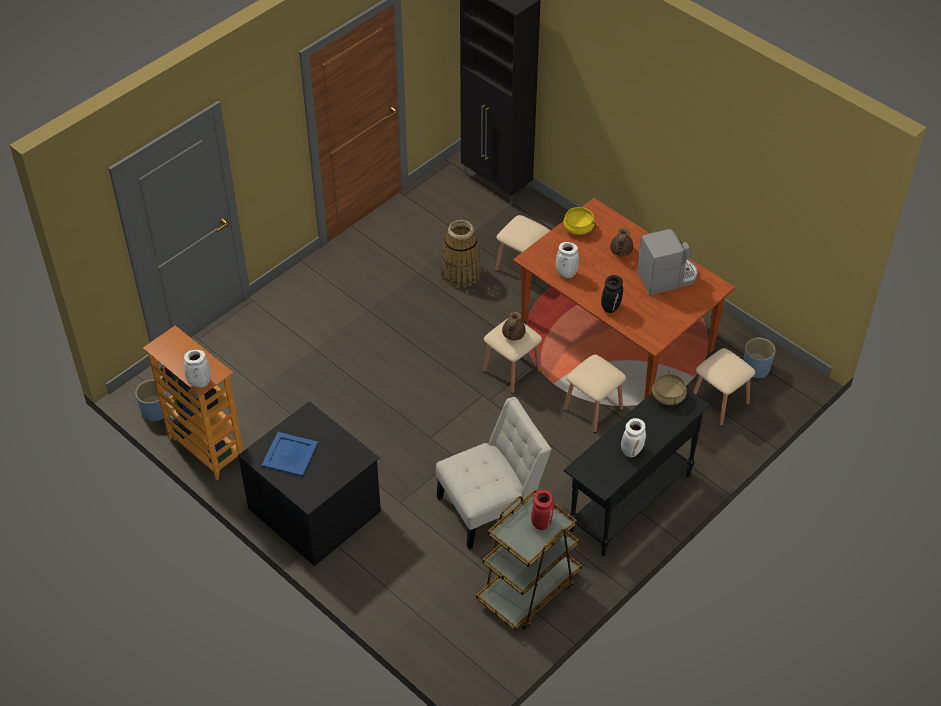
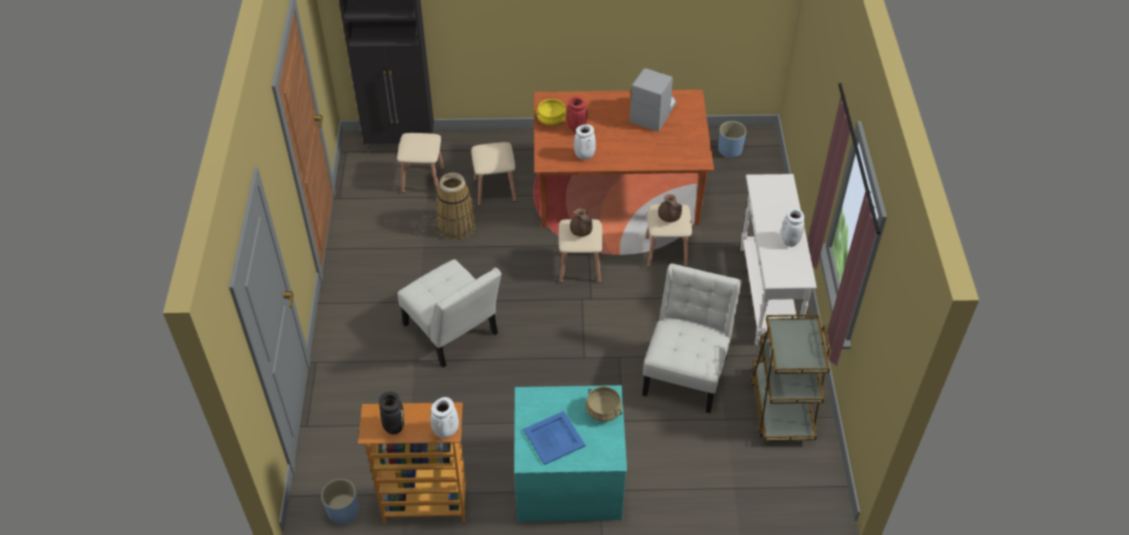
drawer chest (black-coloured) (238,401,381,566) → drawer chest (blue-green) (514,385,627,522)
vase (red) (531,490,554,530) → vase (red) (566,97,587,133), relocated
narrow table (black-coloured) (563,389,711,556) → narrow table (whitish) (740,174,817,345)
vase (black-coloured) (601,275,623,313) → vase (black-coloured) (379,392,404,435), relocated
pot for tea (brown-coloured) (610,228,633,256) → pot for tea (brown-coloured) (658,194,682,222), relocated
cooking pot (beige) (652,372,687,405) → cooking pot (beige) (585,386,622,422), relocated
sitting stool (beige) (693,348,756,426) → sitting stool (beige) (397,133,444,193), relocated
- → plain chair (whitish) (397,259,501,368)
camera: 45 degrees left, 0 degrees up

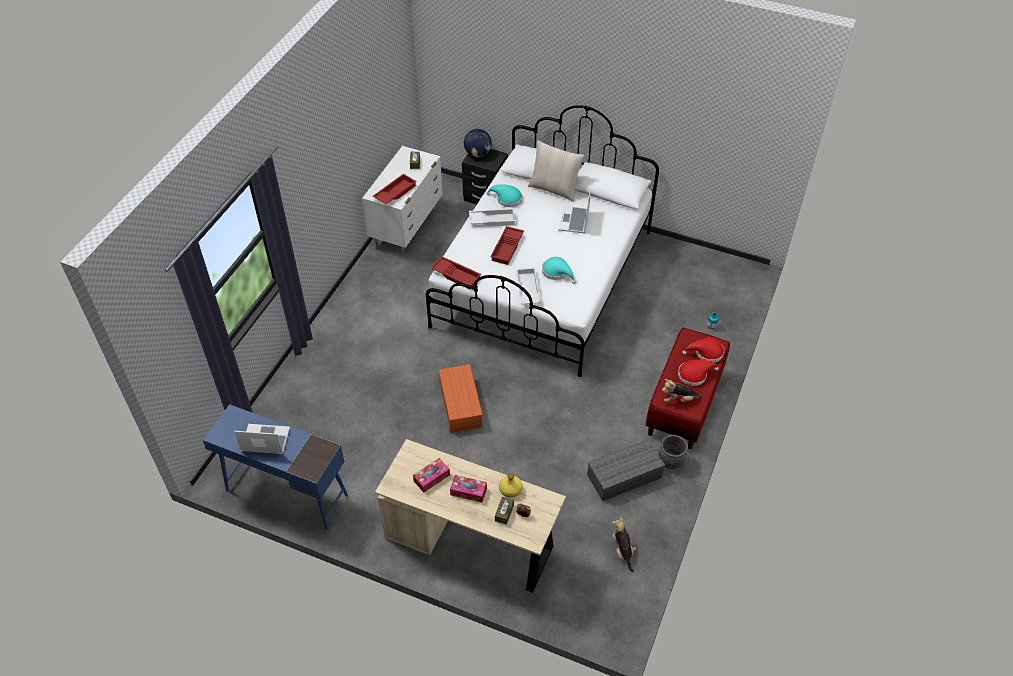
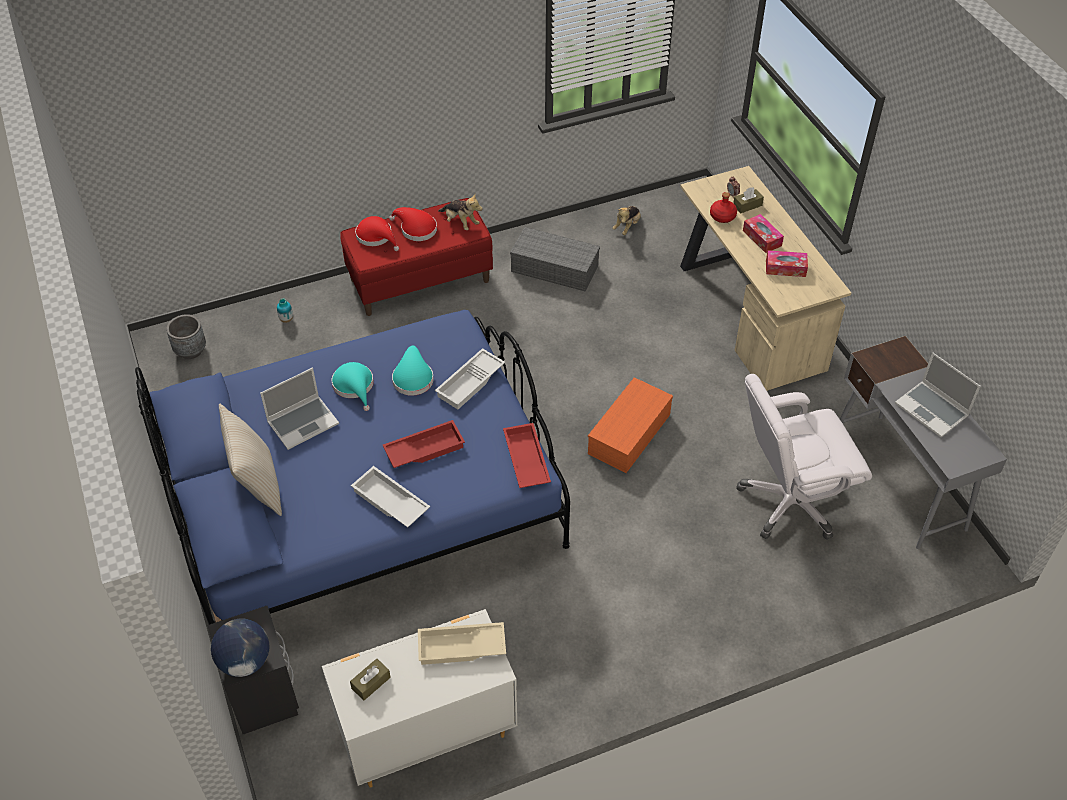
desk table (blue) (203,404,348,530) → desk table (greyish) (840,336,1007,549)
carrying tray (red) (373,174,417,204) → carrying tray (beige) (418,622,506,665)
bed (whitish) (426,105,659,377) → bed (blue) (135,310,570,625)
hat (blue-green) (486,184,522,207) → hat (blue-green) (332,362,374,411), relocated
beverage bottle (yellowish) (499,473,523,497) → beverage bottle (red) (710,192,737,223)
plant pot (greyish) (659,435,688,469) → plant pot (greyish) (166,314,206,359), relocated
- → computer chair (whitish) (736,374,872,540)
camera: 135 degrees left, 0 degrees up

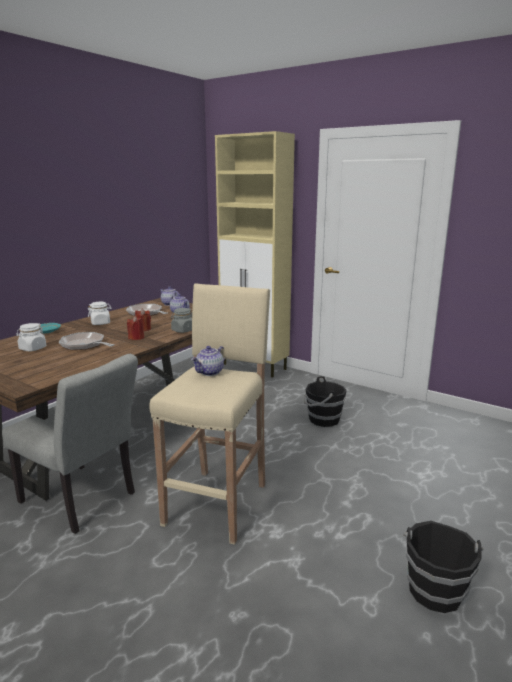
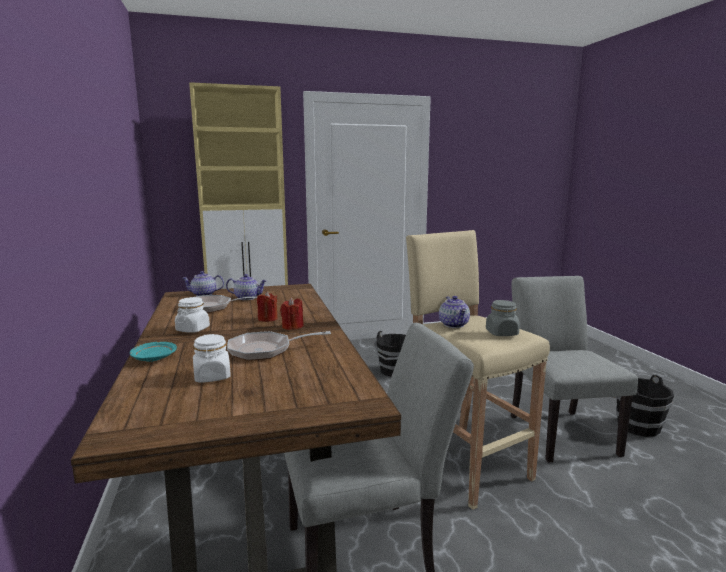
jar (greyish) (171,308,192,333) → jar (greyish) (486,300,520,336), relocated
- → plain chair (greyish) (511,276,638,462)
camera: 50 degrees left, 5 degrees down

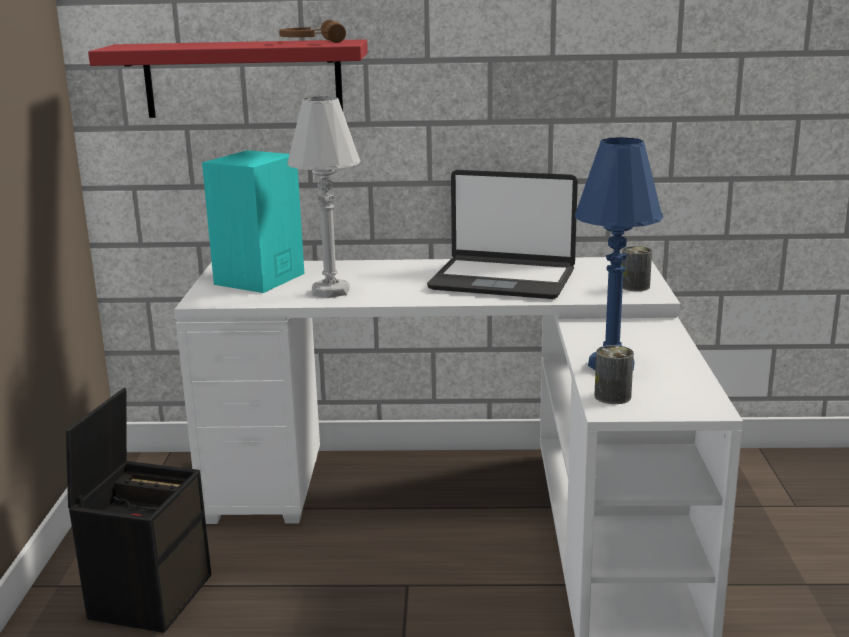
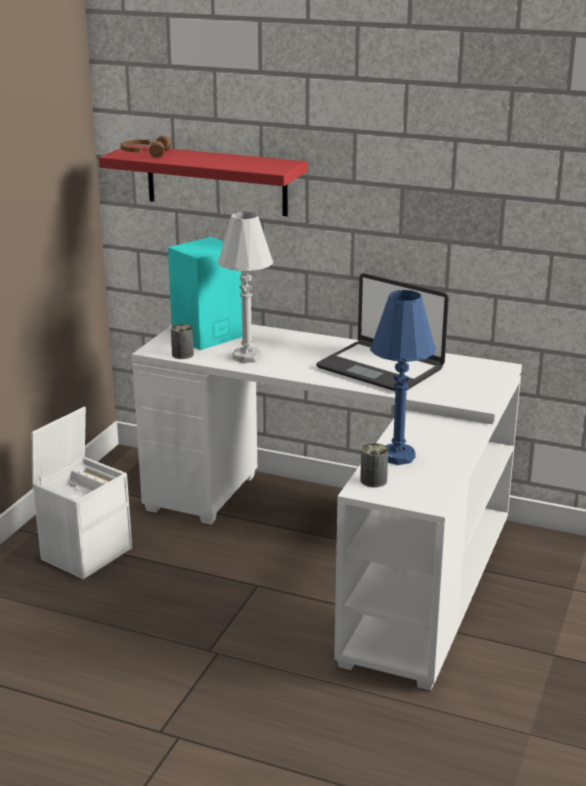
storage box (black-coloured) (66,388,211,633) → storage box (whitish) (32,407,132,579)
headphones (brown-coloured) (279,20,346,43) → headphones (brown-coloured) (120,136,171,158), relocated
metal can (622,246,652,291) → metal can (171,324,194,359), relocated
camera: 20 degrees right, 5 degrees up

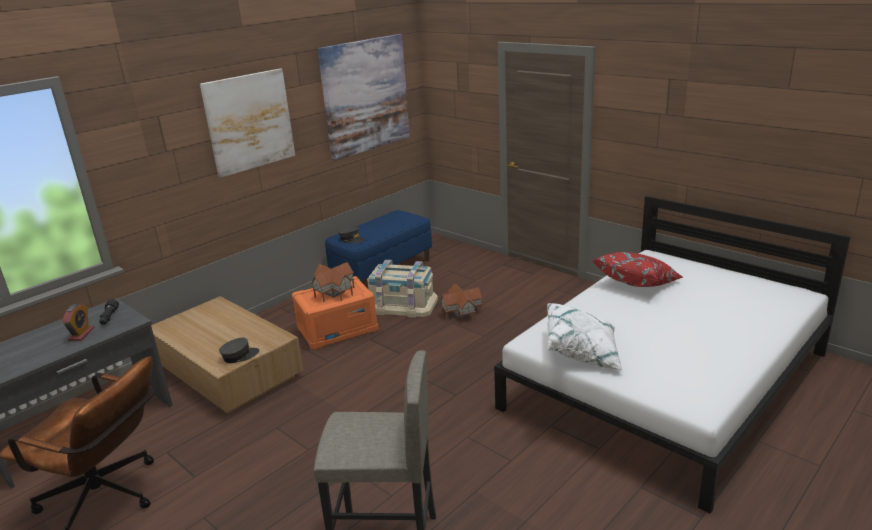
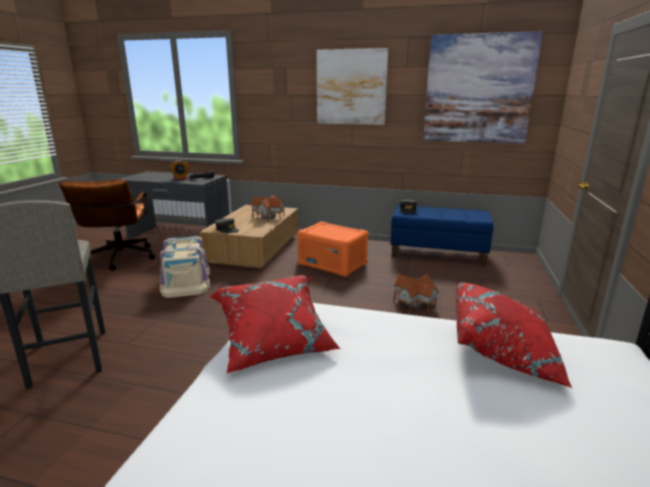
model house (311,262,354,302) → model house (251,194,285,222), relocated
storage box (beige) (367,260,438,318) → storage box (beige) (160,236,210,298), relocated
cushion (whitish) (547,303,623,371) → cushion (red) (209,275,341,373)
camera: 60 degrees right, 5 degrees down

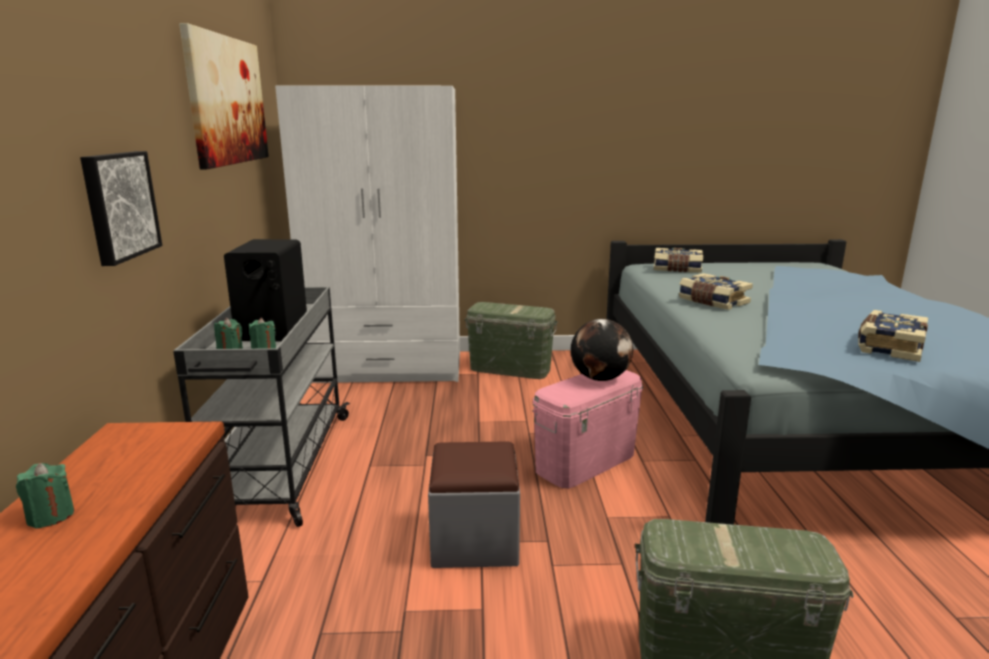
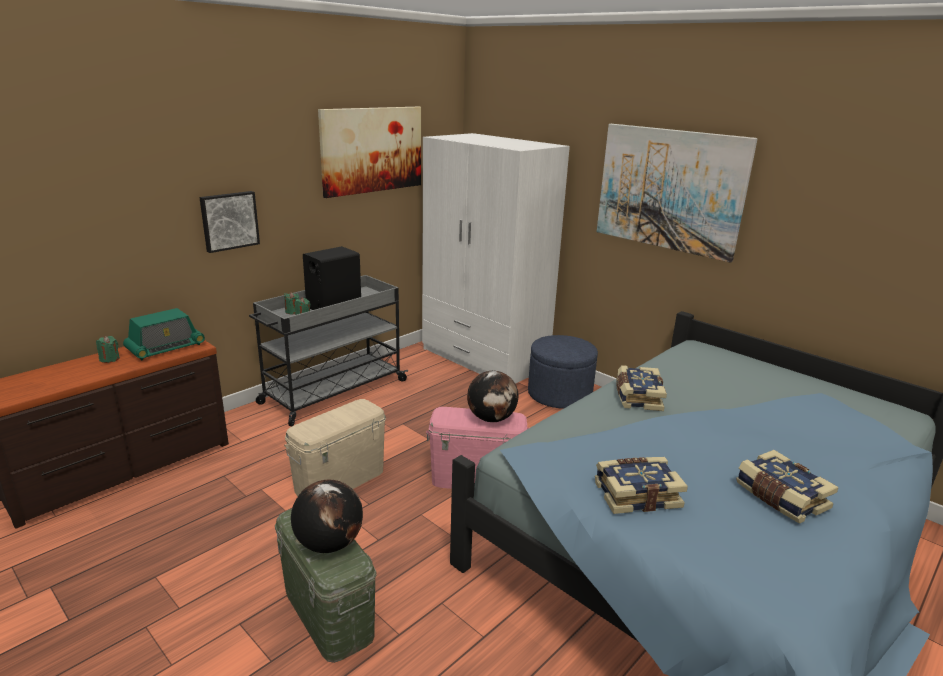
ottoman (greyish) (428,441,520,568) → storage box (beige) (284,399,386,496)
storage box (green-coloured) (465,302,557,379) → ottoman (blue) (528,335,598,409)
volume (654,248,703,273) → volume (736,450,839,524), relocated
- → radio receiver (123,308,205,360)
- → globe (291,480,363,553)
- → wall art (597,124,758,263)
camera: 45 degrees right, 5 degrees up

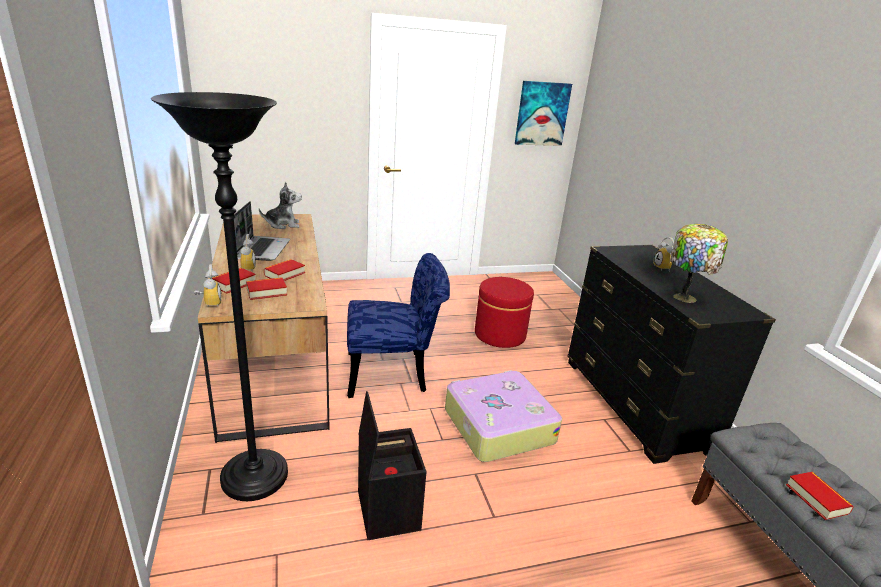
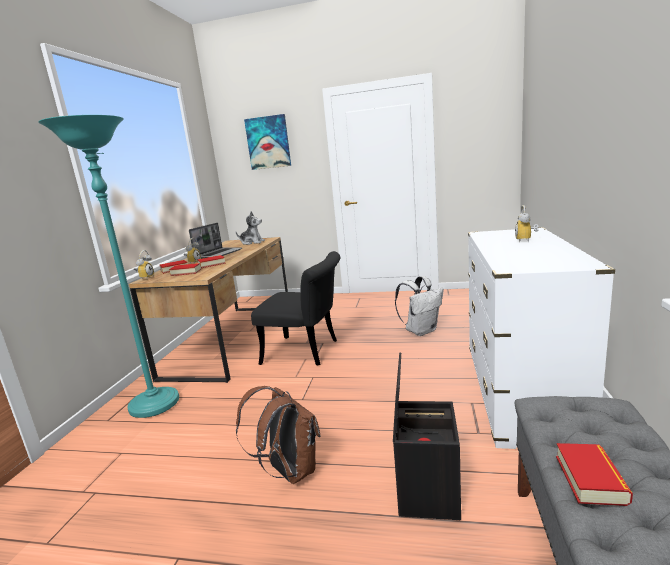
standard lamp (black-coloured) (151,92,288,501) → standard lamp (blue-green) (38,115,179,418)
plain chair (blue) (347,253,450,398) → plain chair (black-coloured) (251,251,340,366)
storage box (black-coloured) (358,391,427,540) → storage box (black-coloured) (393,353,461,520), relocated
piece of luggage (445,370,562,462) → -
ottoman (red) (475,277,534,348) → knapsack (whitish) (395,276,443,336)
wall art (515,81,572,146) → wall art (244,114,291,170), relocated
drawer chest (black-coloured) (567,245,776,464) → drawer chest (whitish) (468,227,615,449)
table lamp (670,224,728,303) → -
- → knapsack (brown-coloured) (236,386,321,484)
camera: 30 degrees right, 10 degrees down

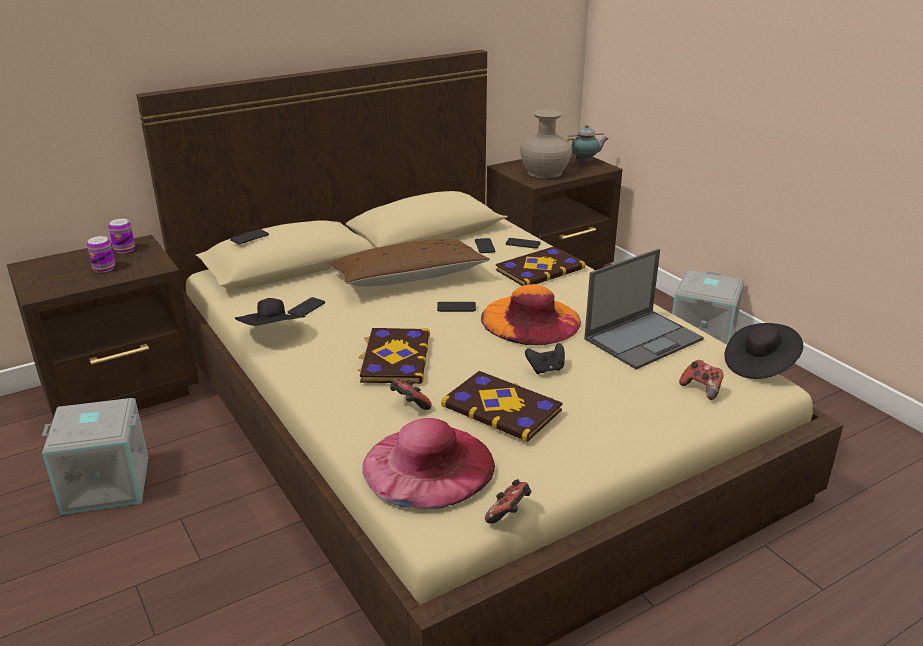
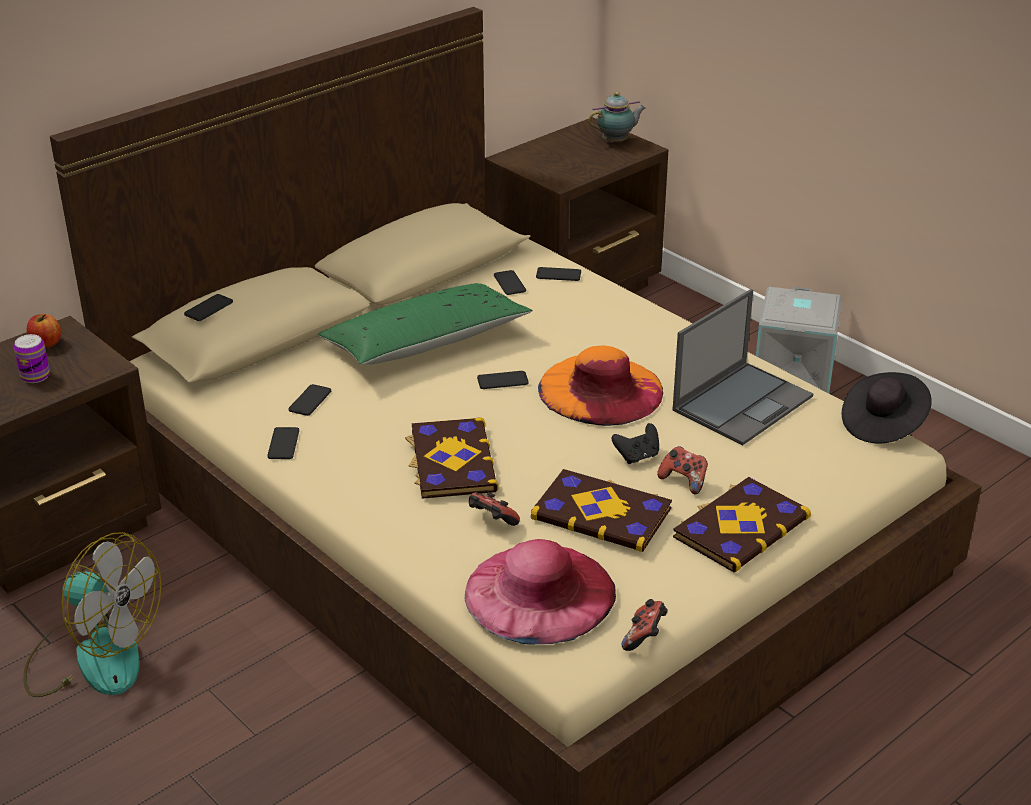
storage box (greyish) (42,398,148,515) → electric fan (23,532,161,697)
metal can (108,219,135,253) → apple fruit (27,314,61,348)
hat (black-coloured) (235,298,306,326) → phone (267,427,299,459)
cushion (brown-coloured) (328,239,490,287) → cushion (green-coloured) (318,283,532,365)
volume (496,246,585,286) → volume (673,477,811,572), relocated
vase (beige) (520,109,572,178) → -
joypad (679,360,724,400) → joypad (657,446,708,494), relocated
camera: 10 degrees left, 5 degrees up

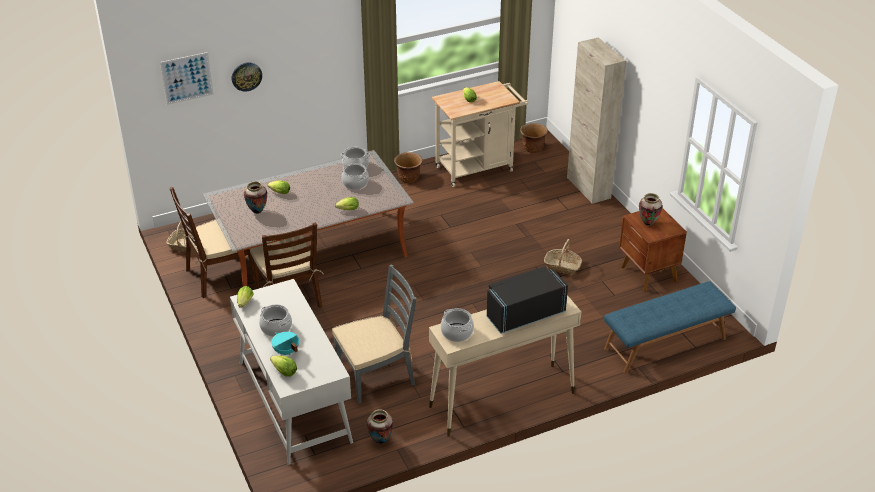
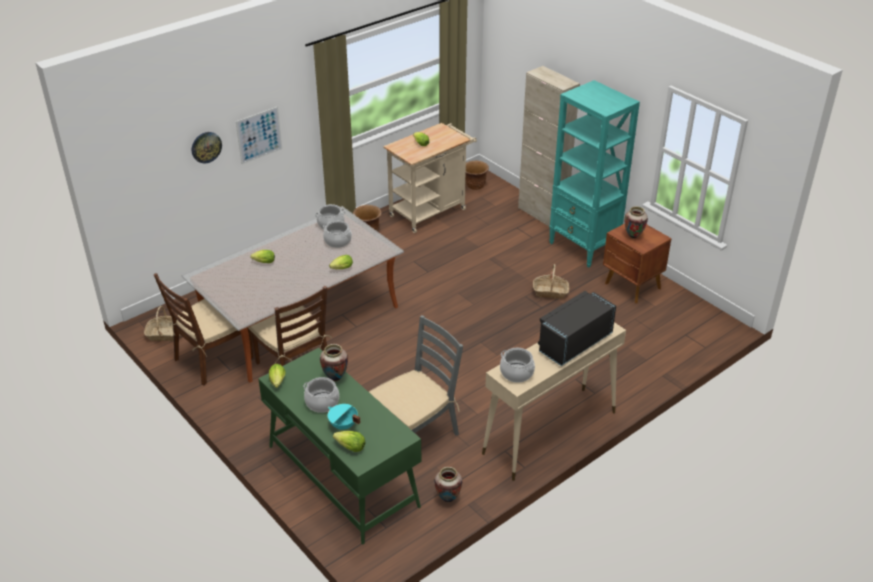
wall art (160,52,214,105) → wall art (236,107,282,164), relocated
desk table (whitish) (230,279,353,465) → desk table (green-coloured) (258,348,421,545)
vase (244,181,267,214) → vase (320,344,348,382), relocated
bench (blue) (604,281,736,374) → -
- → shelving unit (blue-green) (549,80,640,268)
camera: 15 degrees left, 0 degrees up

